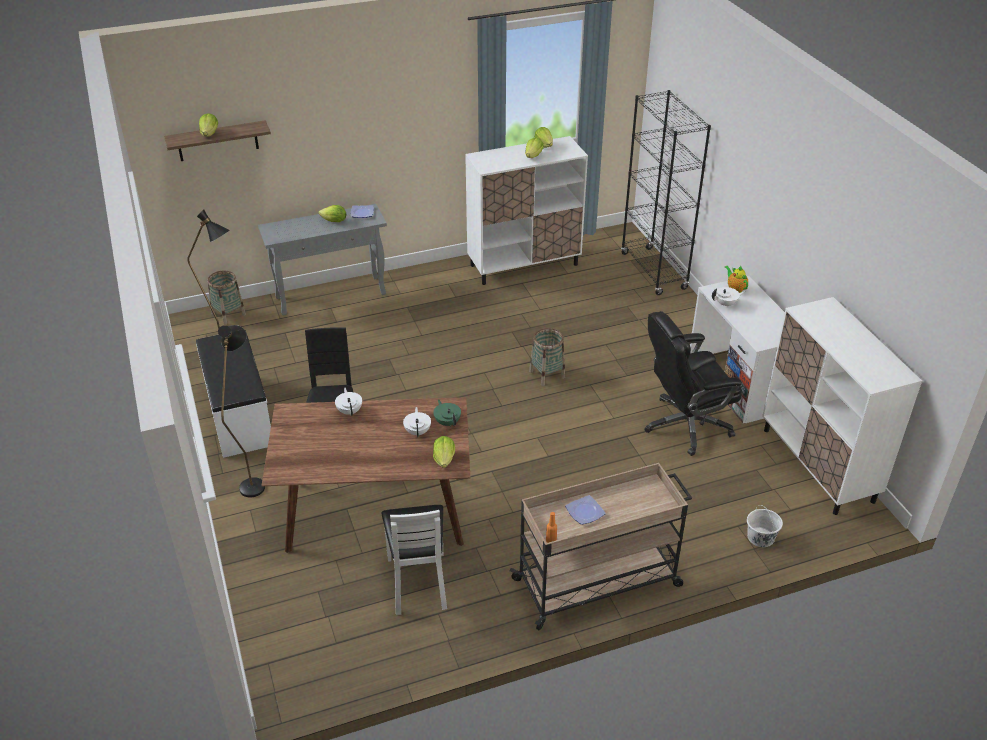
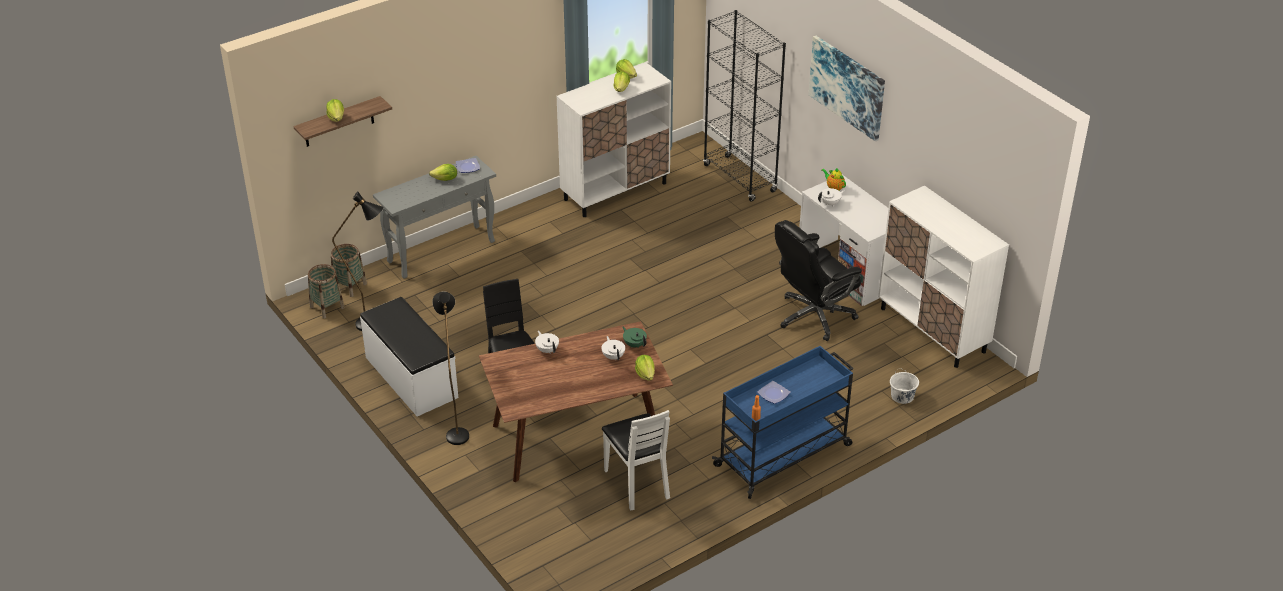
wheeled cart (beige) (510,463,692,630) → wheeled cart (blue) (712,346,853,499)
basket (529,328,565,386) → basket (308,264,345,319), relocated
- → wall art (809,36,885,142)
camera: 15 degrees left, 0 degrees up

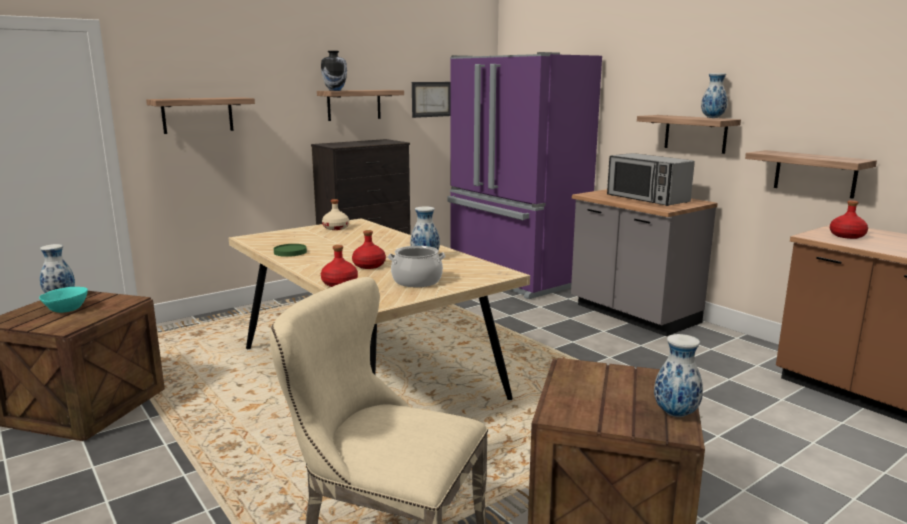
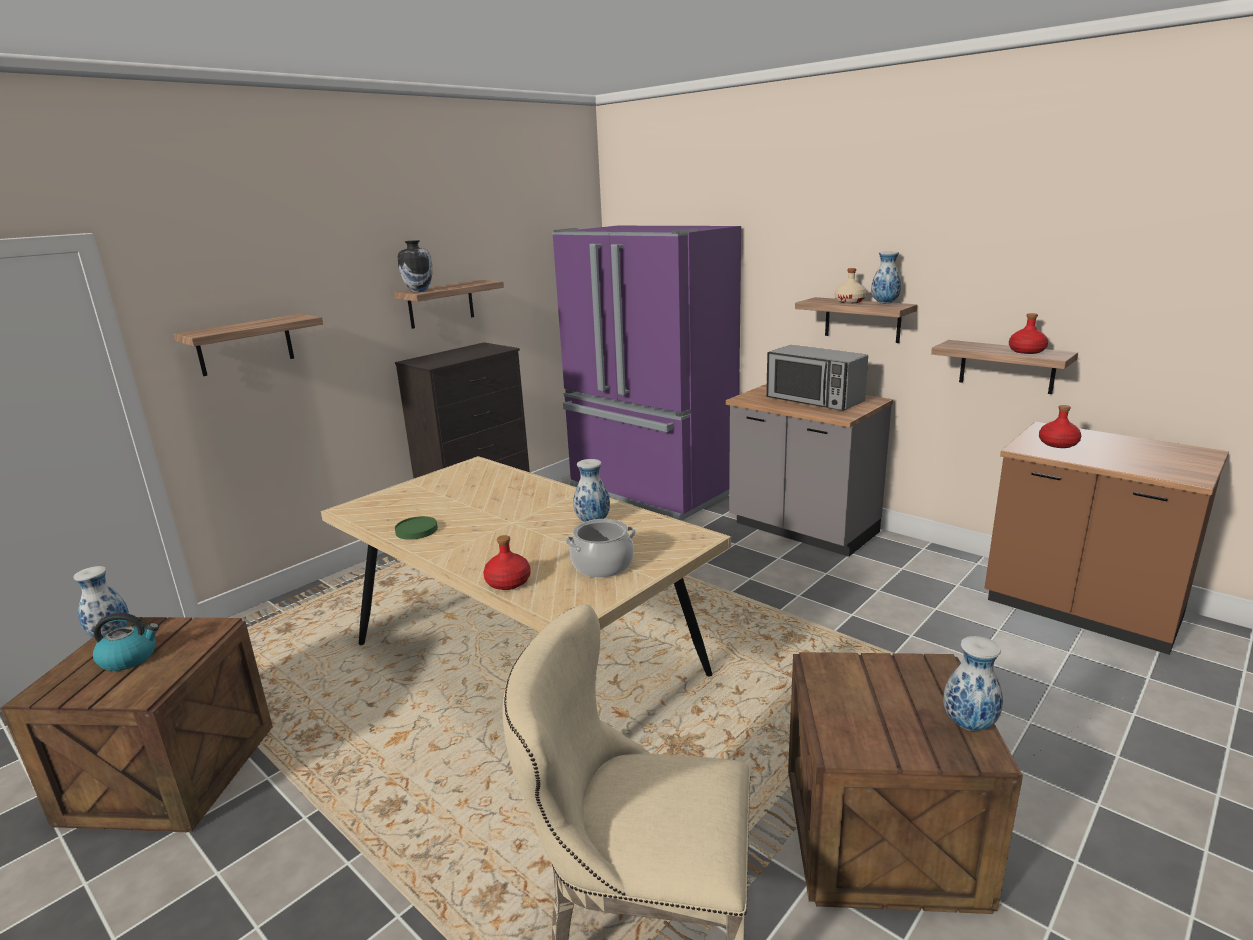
serving bowl (blue-green) (39,287,88,313) → tea kettle (93,613,159,671)
beverage bottle (beige) (322,199,349,230) → beverage bottle (beige) (835,268,866,304), relocated
beverage bottle (red) (352,230,386,269) → beverage bottle (red) (1009,313,1048,354), relocated
wall art (412,82,451,118) → -
camera: 10 degrees left, 5 degrees up

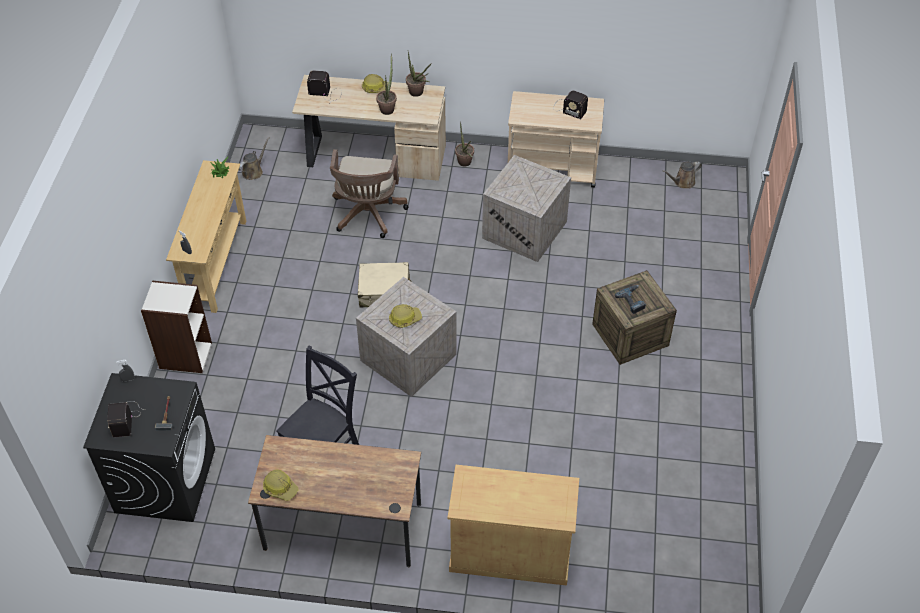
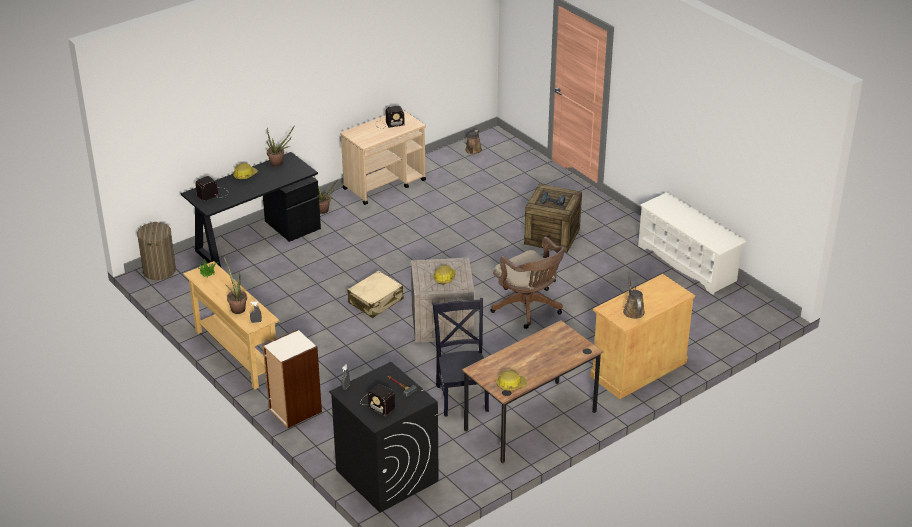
watering can (brown-coloured) (239,137,269,180) → watering can (brown-coloured) (623,272,645,319), relocated
desk table (beige) (292,75,446,181) → desk table (black-coloured) (181,152,321,267)
computer chair (brown-coloured) (330,149,408,238) → computer chair (brown-coloured) (490,237,565,329), relocated
houseplant (376,53,397,115) → houseplant (223,256,247,314), relocated
shipping crate (482,155,571,262) → -
- → laundry basket (137,222,176,280)
- → shoe rack (whitish) (638,192,746,295)
camera: 45 degrees left, 15 degrees down

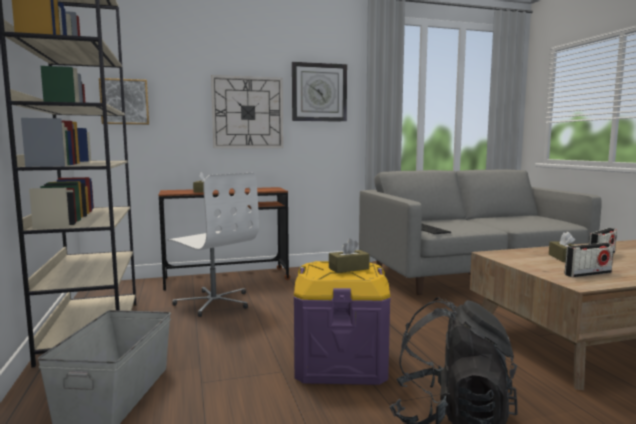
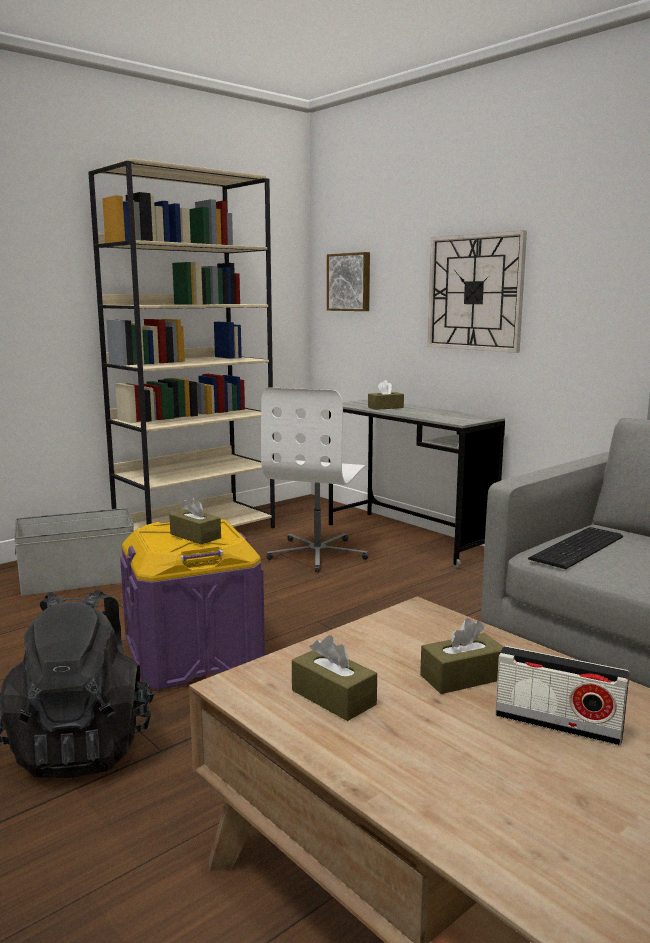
desk table (brown-coloured) (159,187,290,291) → desk table (greyish) (329,399,505,568)
hanging clock (292,62,347,122) → -
radio receiver (564,243,614,278) → tissue box (brown-coloured) (292,635,377,721)
camera: 65 degrees right, 5 degrees up

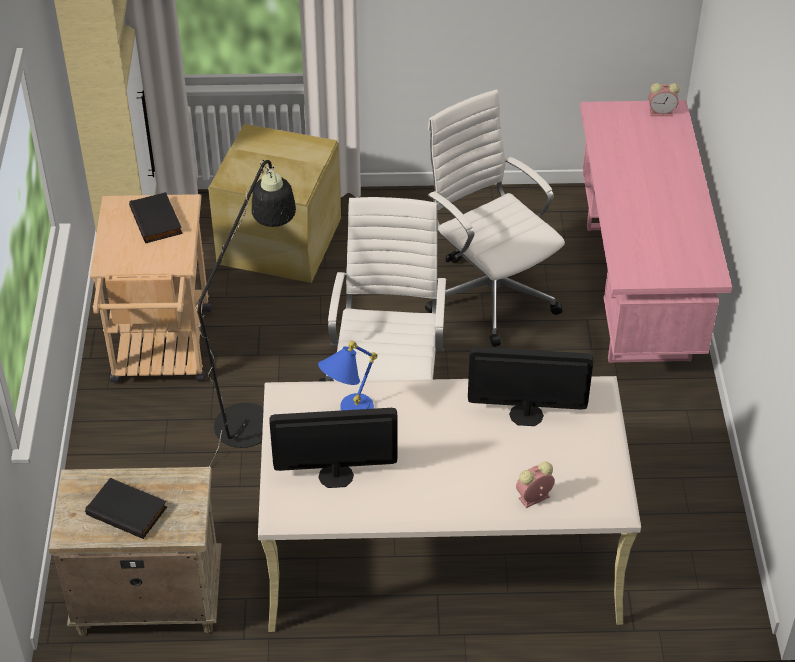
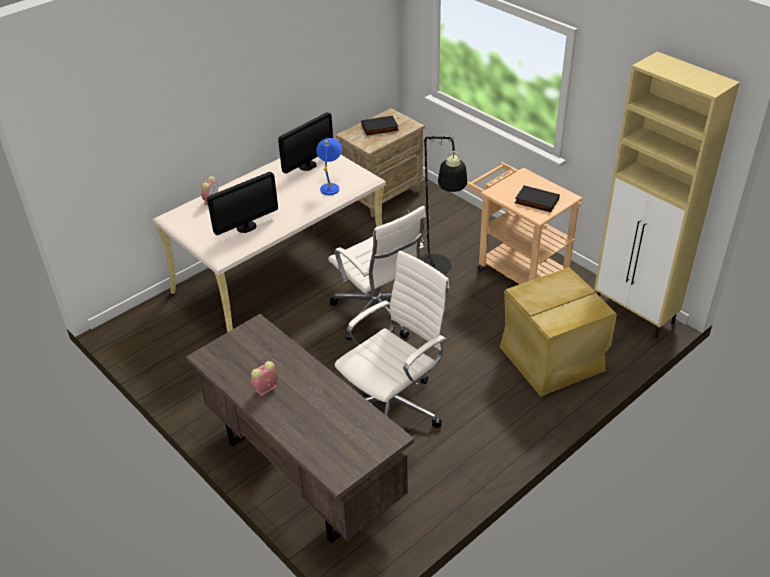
computer chair (whitish) (425,90,565,347) → computer chair (whitish) (335,251,449,428), 60 degrees counterclockwise
desk table (pink-coloured) (580,100,732,363) → desk table (brown-coloured) (186,314,414,543)
bedside clock (649,83,680,116) → bedside clock (251,361,278,396), relocated
camera: 140 degrees right, 5 degrees down

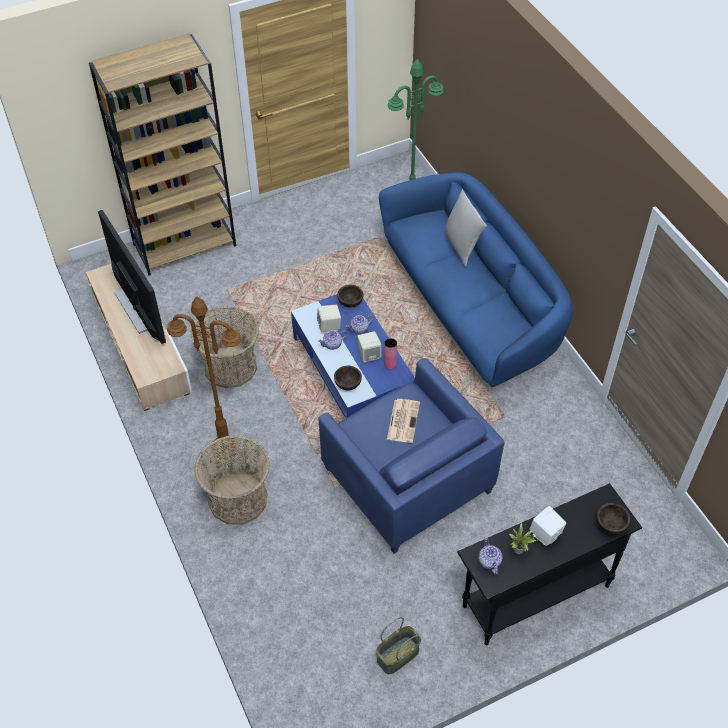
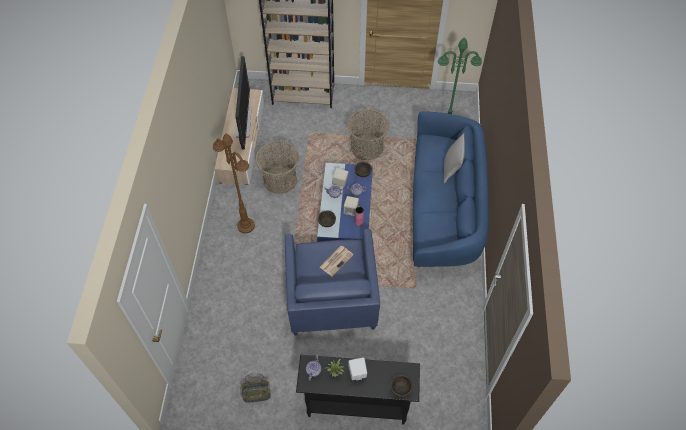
basket (194,435,270,525) → basket (347,109,389,160), relocated
camera: 30 degrees right, 5 degrees up

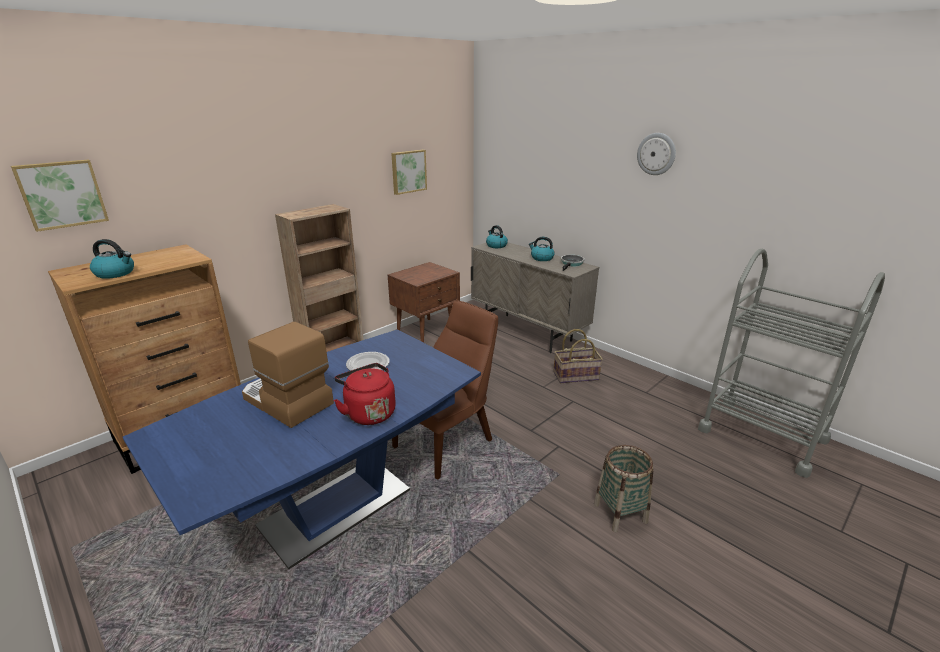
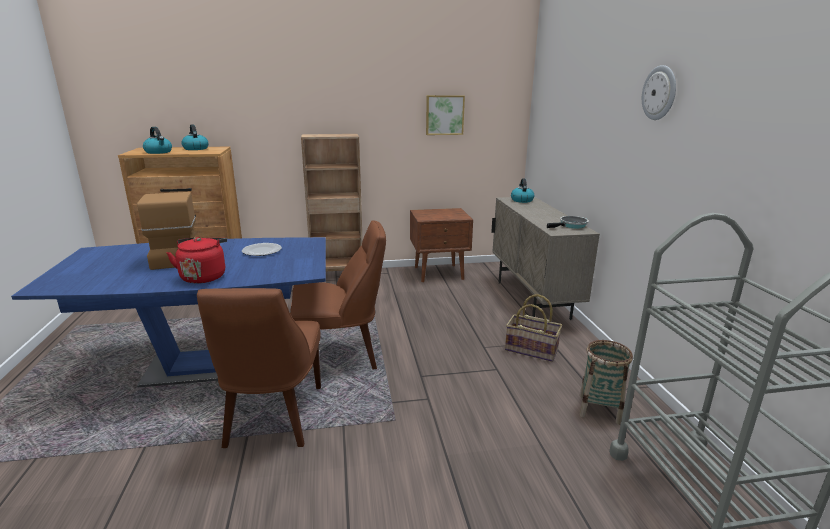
wall art (11,160,109,232) → -
tea kettle (529,237,555,261) → tea kettle (181,124,209,150), relocated
basket (594,445,653,532) → basket (579,340,633,425), relocated
- → plain chair (brown-coloured) (197,288,321,448)
camera: 35 degrees right, 5 degrees down

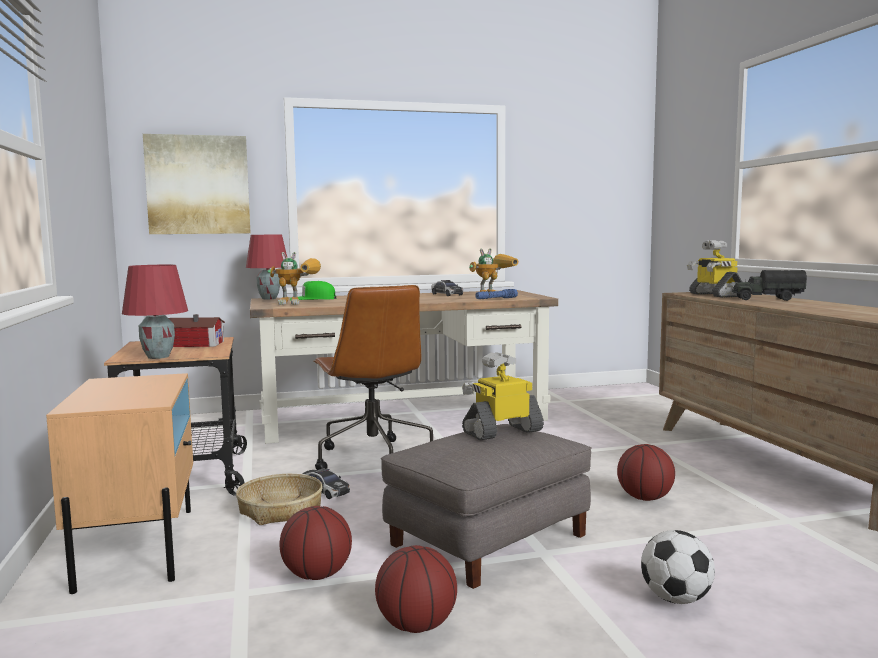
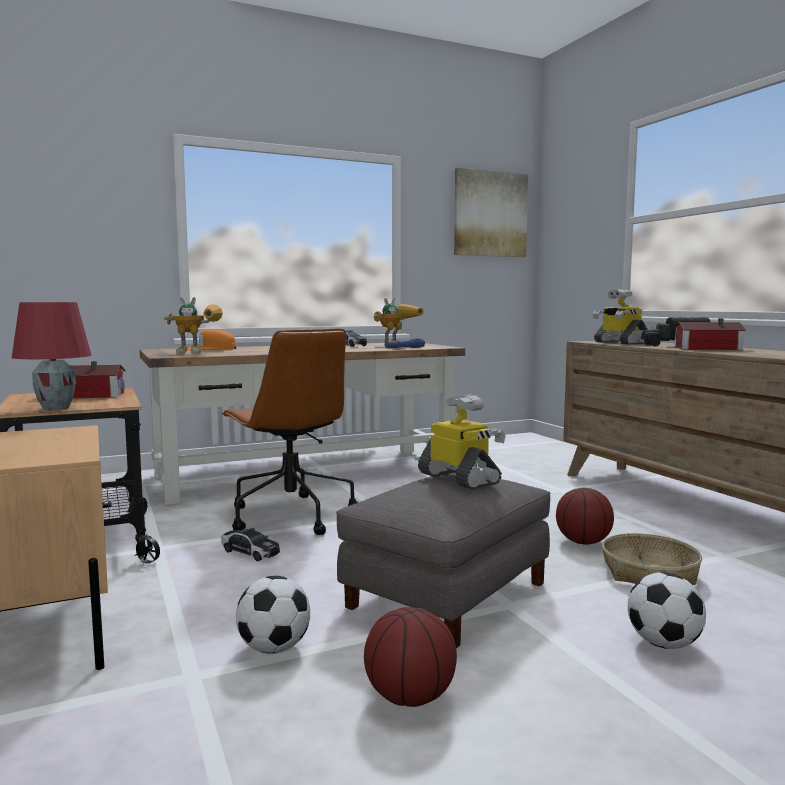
wall art (143,134,250,234) → wall art (454,168,528,257), relocated
basket (236,474,323,525) → basket (602,533,702,585), relocated
table lamp (red) (246,234,287,299) → -
ball for basketball (279,506,352,580) → football ball (236,576,310,654)
peaked cap (green-coloured) (290,281,336,301) → peaked cap (orangey) (187,330,237,351)
robot figure (462,352,544,440) → robot figure (418,394,506,489), 90 degrees clockwise
- → model house (674,319,746,350)
camera: 10 degrees left, 0 degrees up

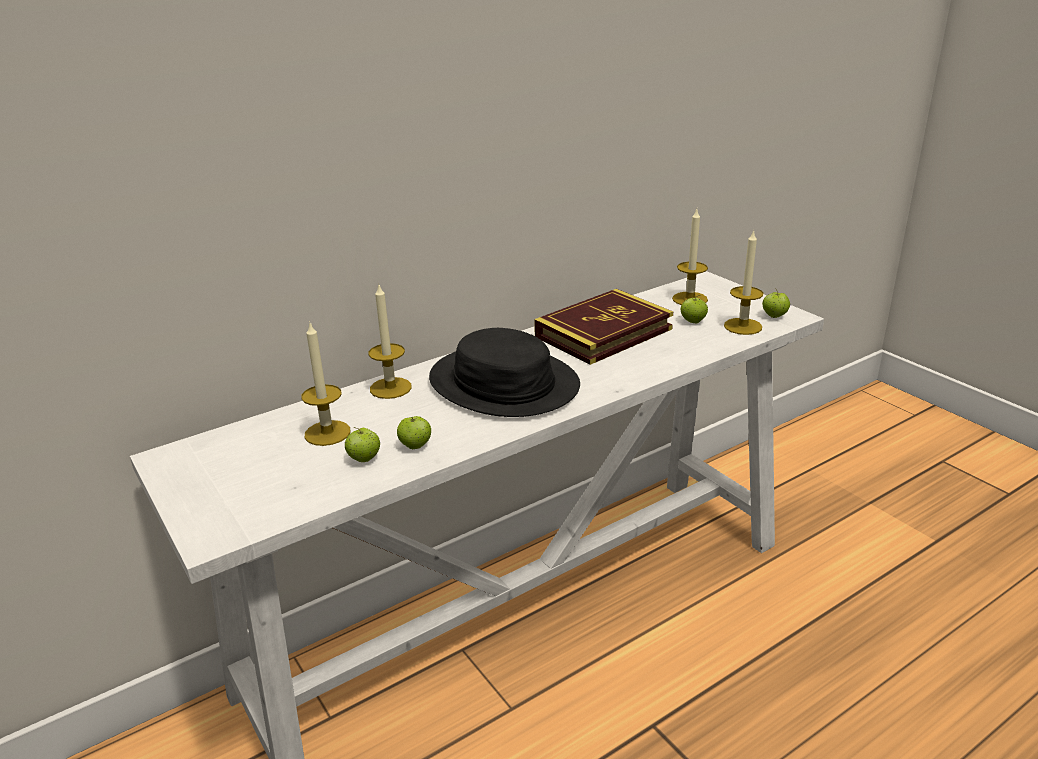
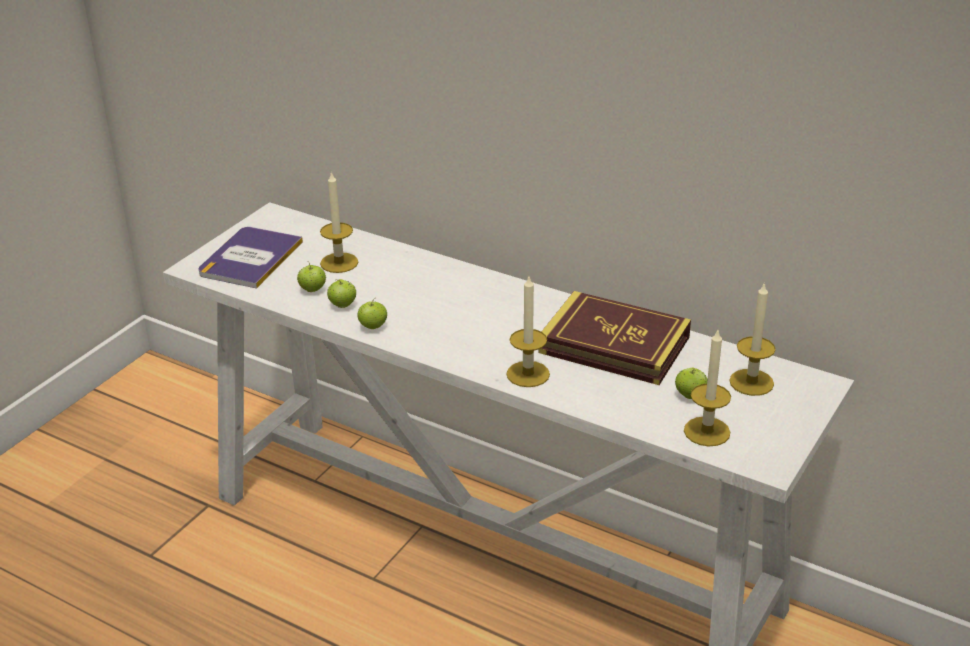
wax light (368,285,412,399) → wax light (506,276,550,387), relocated
hat (black-coloured) (429,328,580,417) → -
apple fruit (762,288,790,318) → apple fruit (357,298,387,329), relocated
- → volume (198,227,303,289)
camera: 65 degrees right, 5 degrees up

